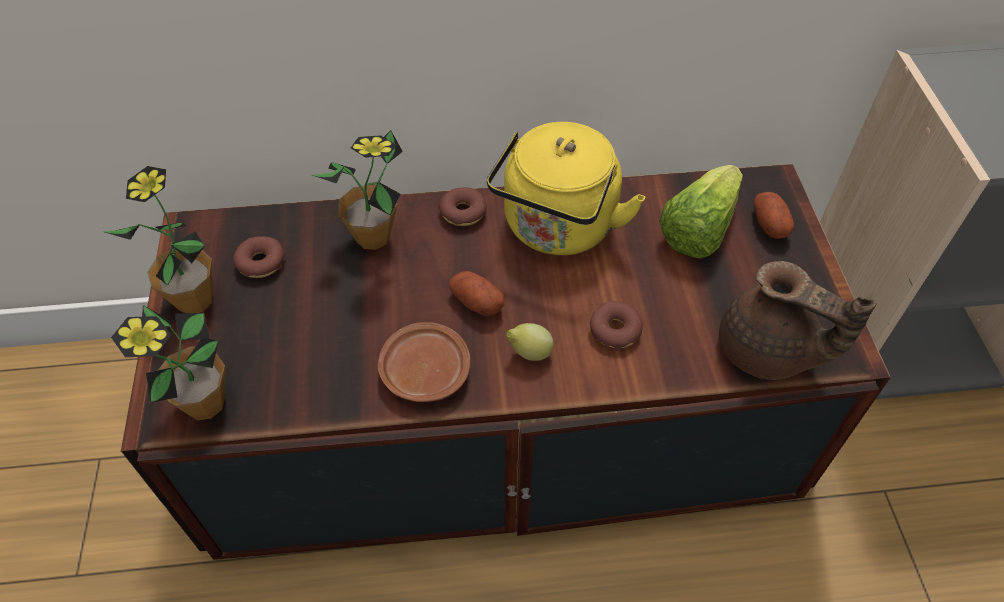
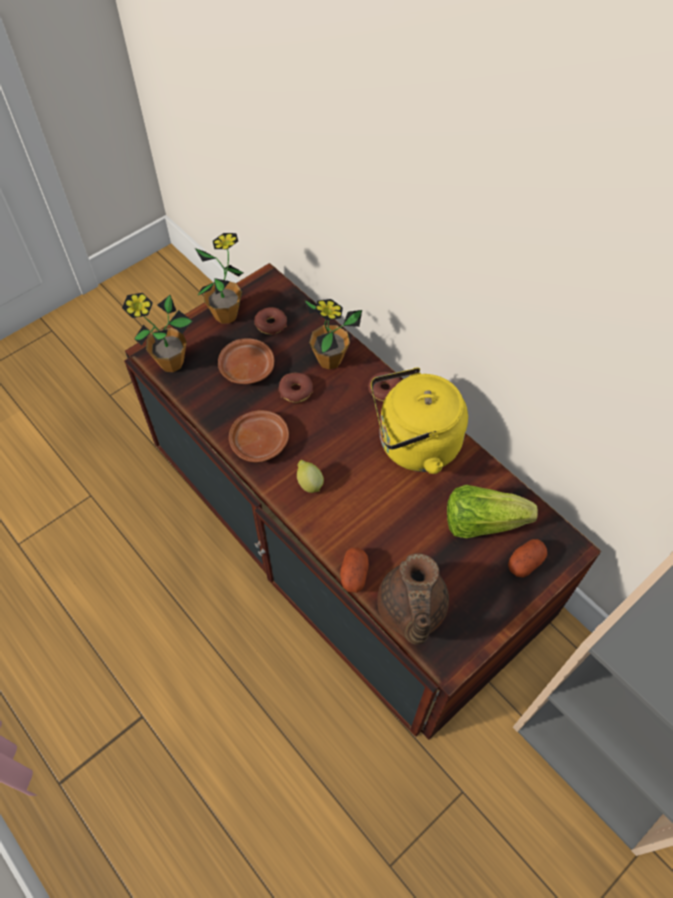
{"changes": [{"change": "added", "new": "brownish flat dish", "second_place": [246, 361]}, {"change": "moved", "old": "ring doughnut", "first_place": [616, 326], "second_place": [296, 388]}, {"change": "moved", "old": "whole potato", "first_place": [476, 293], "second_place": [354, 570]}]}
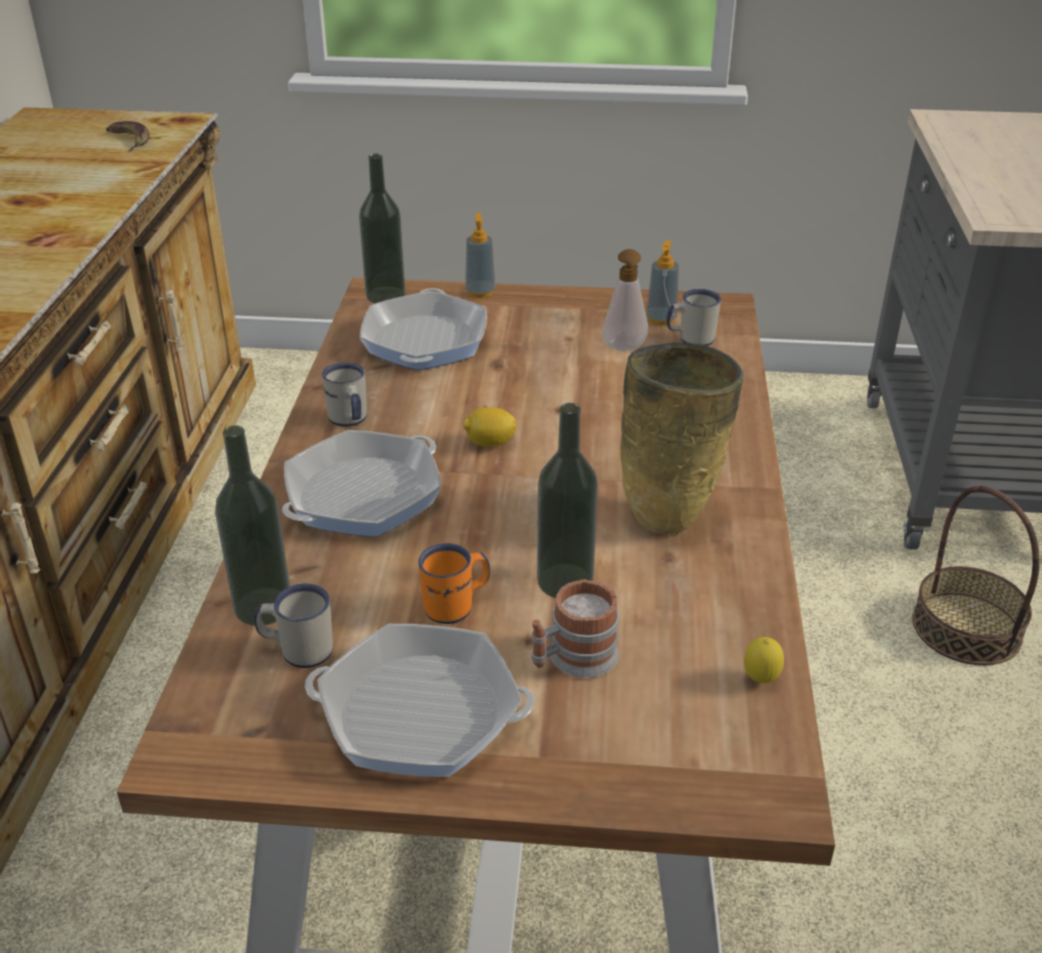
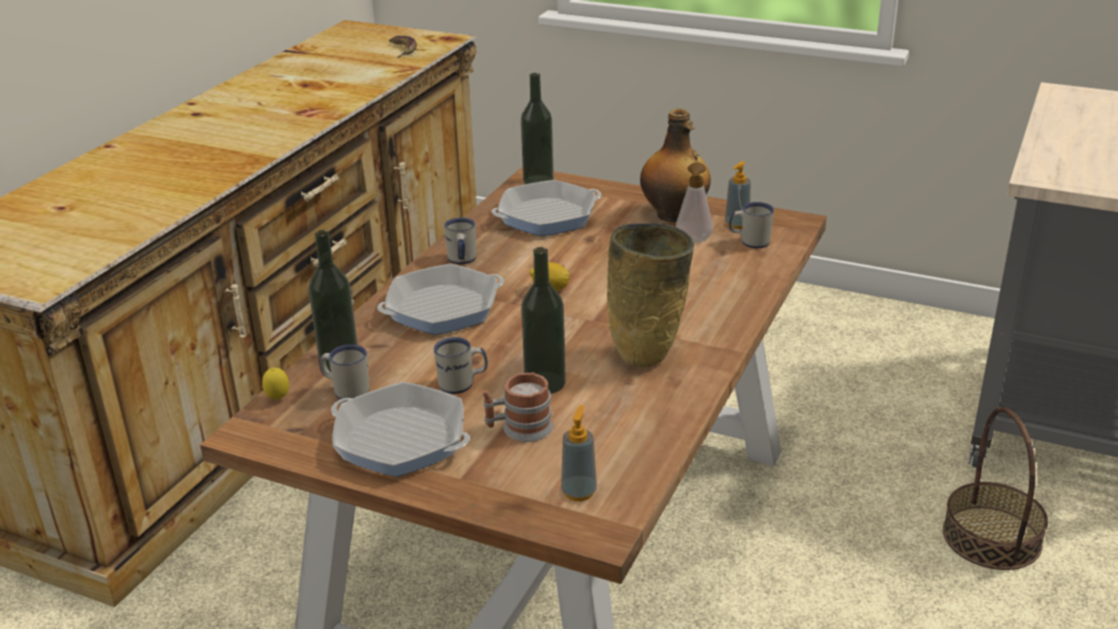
{"changes": [{"change": "moved", "old": "lemon", "first_place": [764, 660], "second_place": [275, 384]}, {"change": "recoloured", "old": "orangey tea mug", "new": "white tea mug", "first_place": [454, 583], "second_place": [460, 365]}, {"change": "turned", "old": "frying pan", "first_place": [423, 329], "second_place": [546, 208], "degrees": 45}, {"change": "moved", "old": "soap dispenser", "first_place": [480, 255], "second_place": [579, 453]}, {"change": "added", "new": "bottle", "second_place": [675, 165]}]}
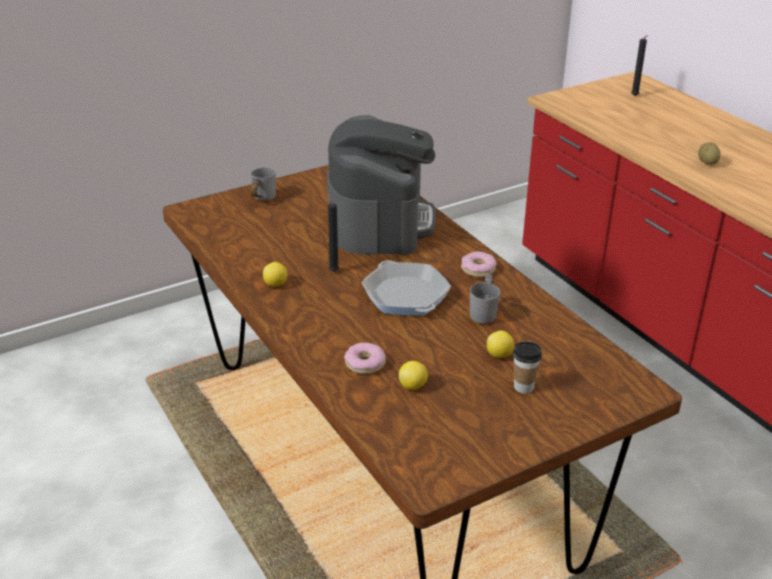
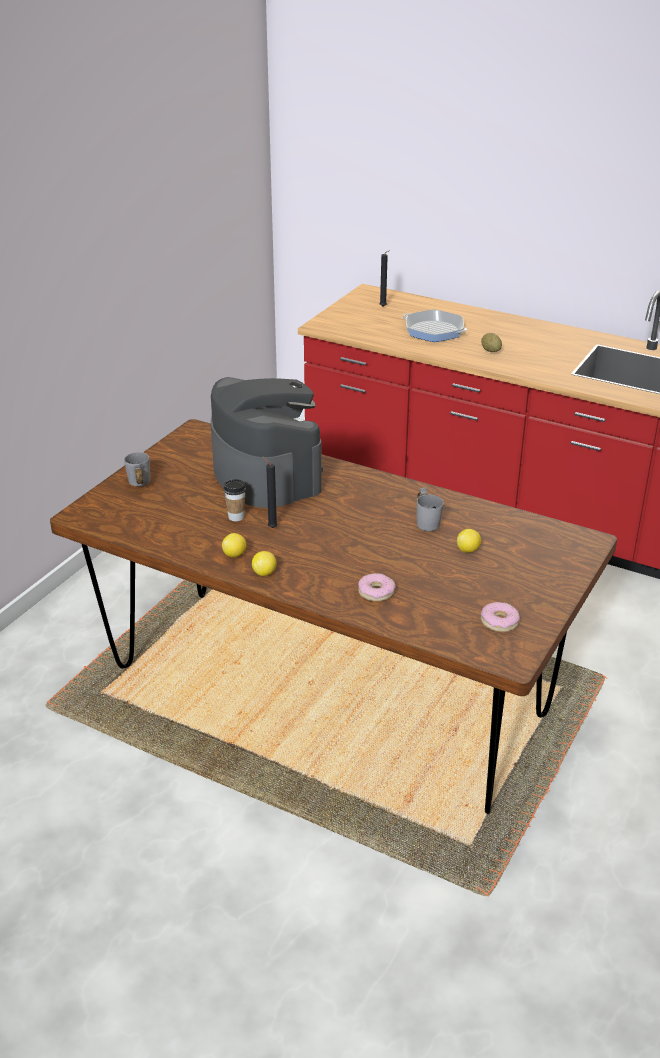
{"changes": [{"change": "moved", "old": "drinking cup", "first_place": [527, 367], "second_place": [234, 500]}, {"change": "moved", "old": "lemon", "first_place": [413, 375], "second_place": [264, 563]}, {"change": "moved", "old": "frying pan", "first_place": [406, 288], "second_place": [435, 325]}, {"change": "moved", "old": "ring doughnut", "first_place": [479, 264], "second_place": [500, 617]}]}
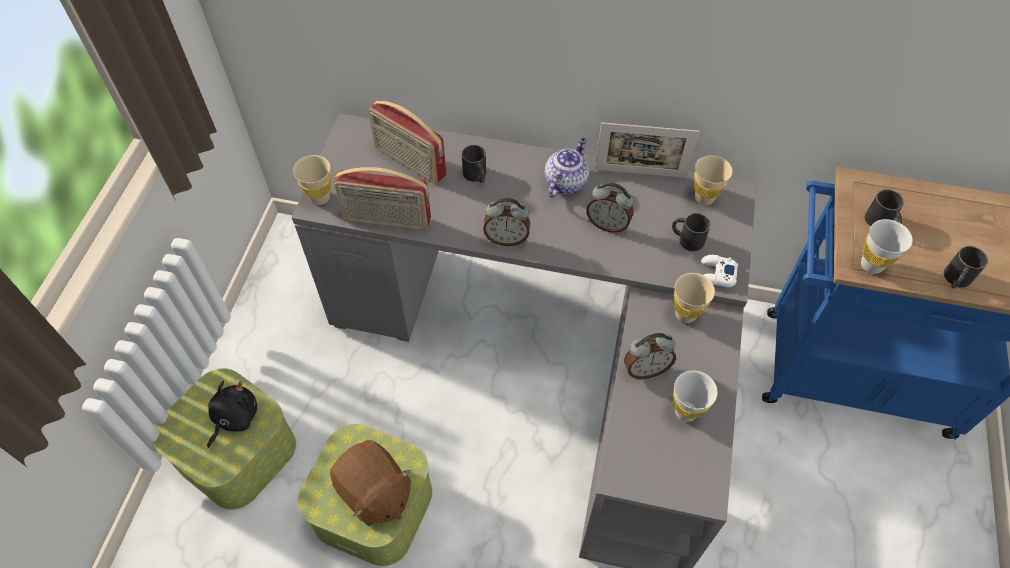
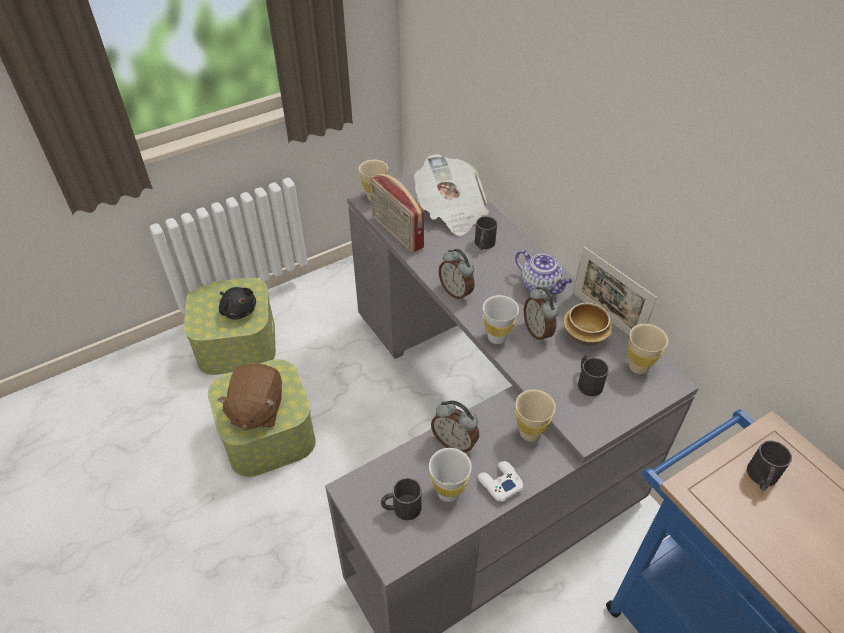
{"changes": [{"change": "turned", "old": "black plush toy", "first_place": [232, 414], "second_place": [237, 303], "degrees": 60}, {"change": "moved", "old": "black tea mug", "first_place": [966, 267], "second_place": [401, 499]}, {"change": "replaced", "old": "radio receiver", "new": "printed paper", "first_place": [407, 142], "second_place": [451, 195]}, {"change": "moved", "old": "white gamepad", "first_place": [719, 271], "second_place": [500, 481]}, {"change": "moved", "old": "white drinking cup", "first_place": [887, 246], "second_place": [501, 319]}, {"change": "turned", "old": "tea pot", "first_place": [566, 168], "second_place": [543, 272], "degrees": 60}, {"change": "added", "new": "bowl", "second_place": [588, 324]}]}
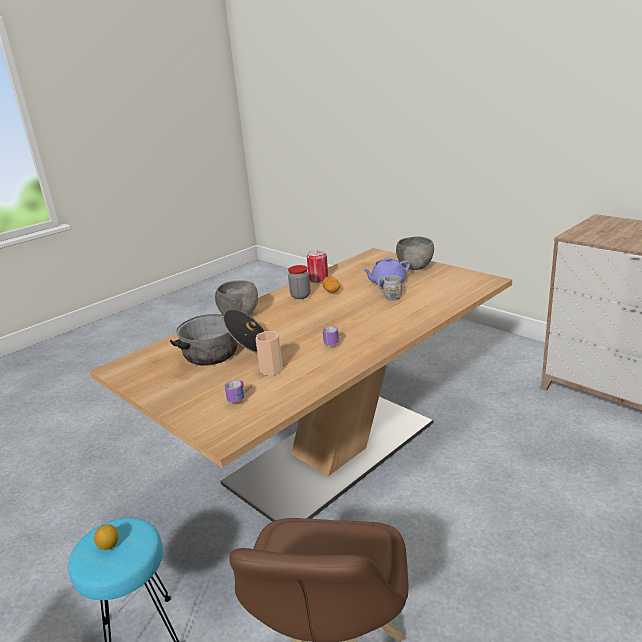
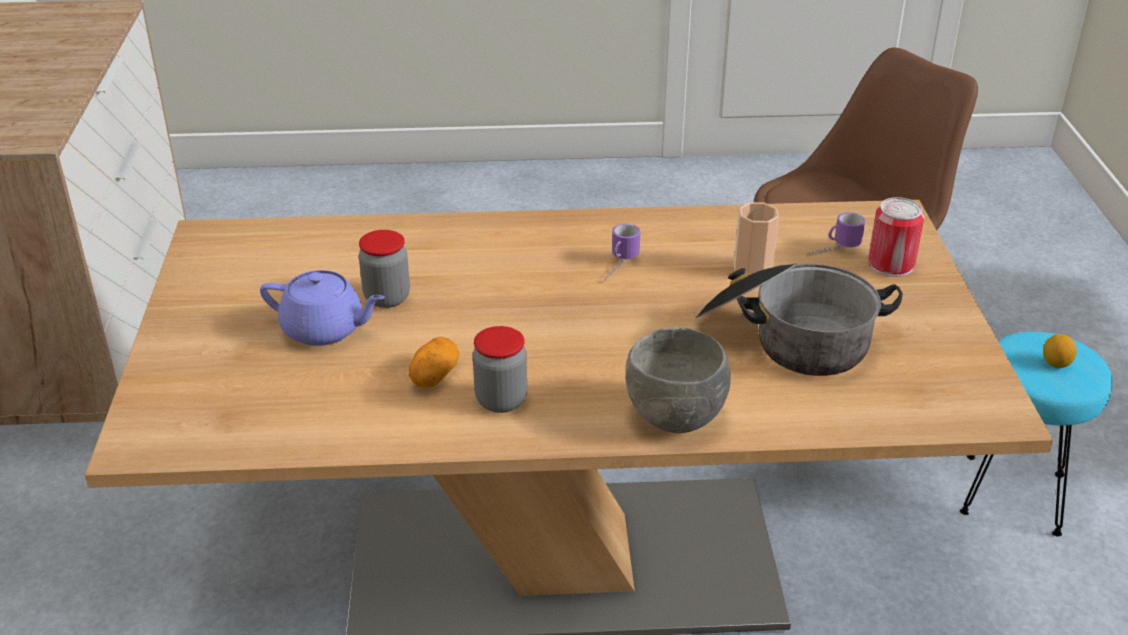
{"changes": [{"change": "replaced", "old": "grey tea mug", "new": "preserve jar", "first_place": [390, 288], "second_place": [384, 269]}, {"change": "moved", "old": "can", "first_place": [317, 266], "second_place": [896, 237]}, {"change": "removed", "old": "grey bowl", "first_place": [415, 253]}]}
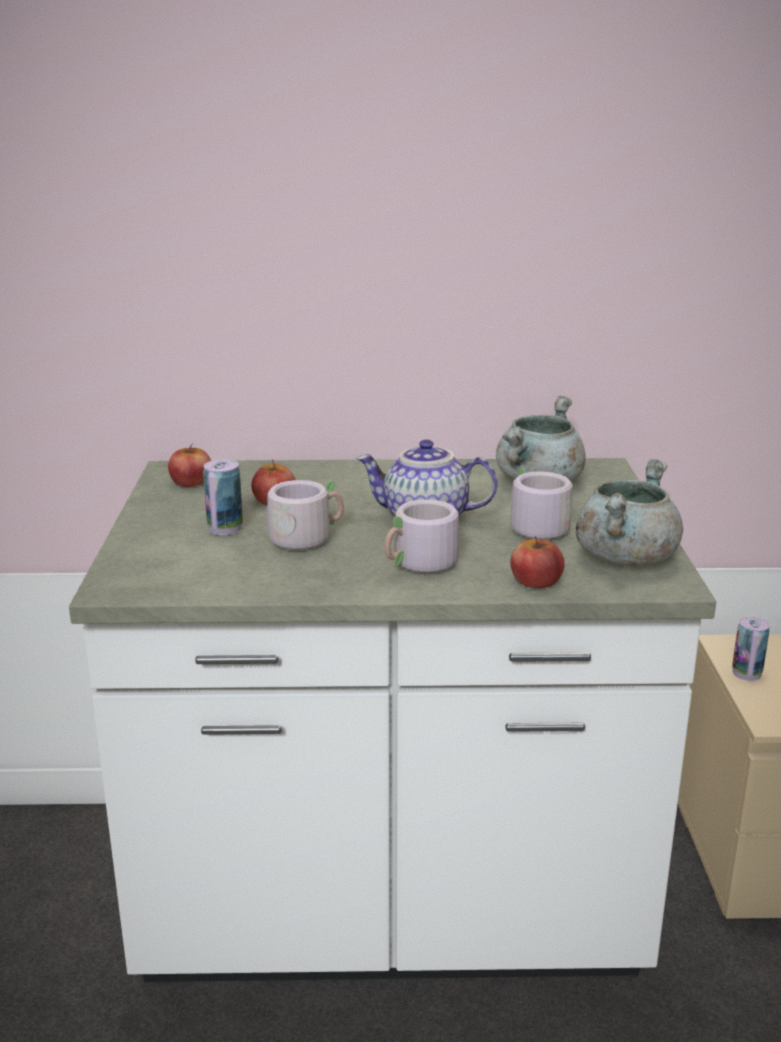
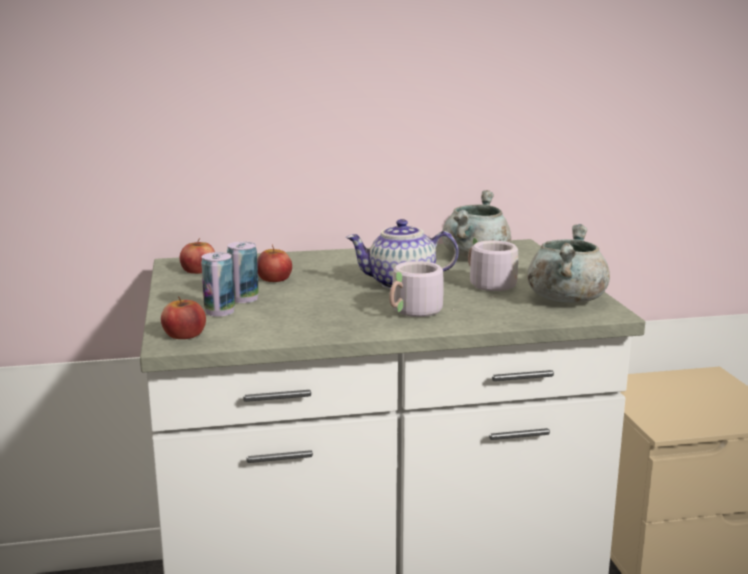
{"changes": [{"change": "moved", "old": "apple fruit", "first_place": [537, 562], "second_place": [183, 317]}, {"change": "moved", "old": "can", "first_place": [751, 649], "second_place": [218, 284]}, {"change": "removed", "old": "grey tea mug", "first_place": [300, 515]}]}
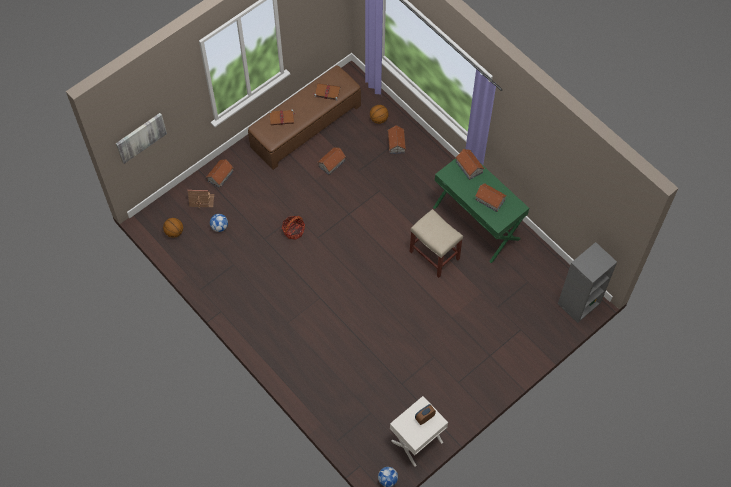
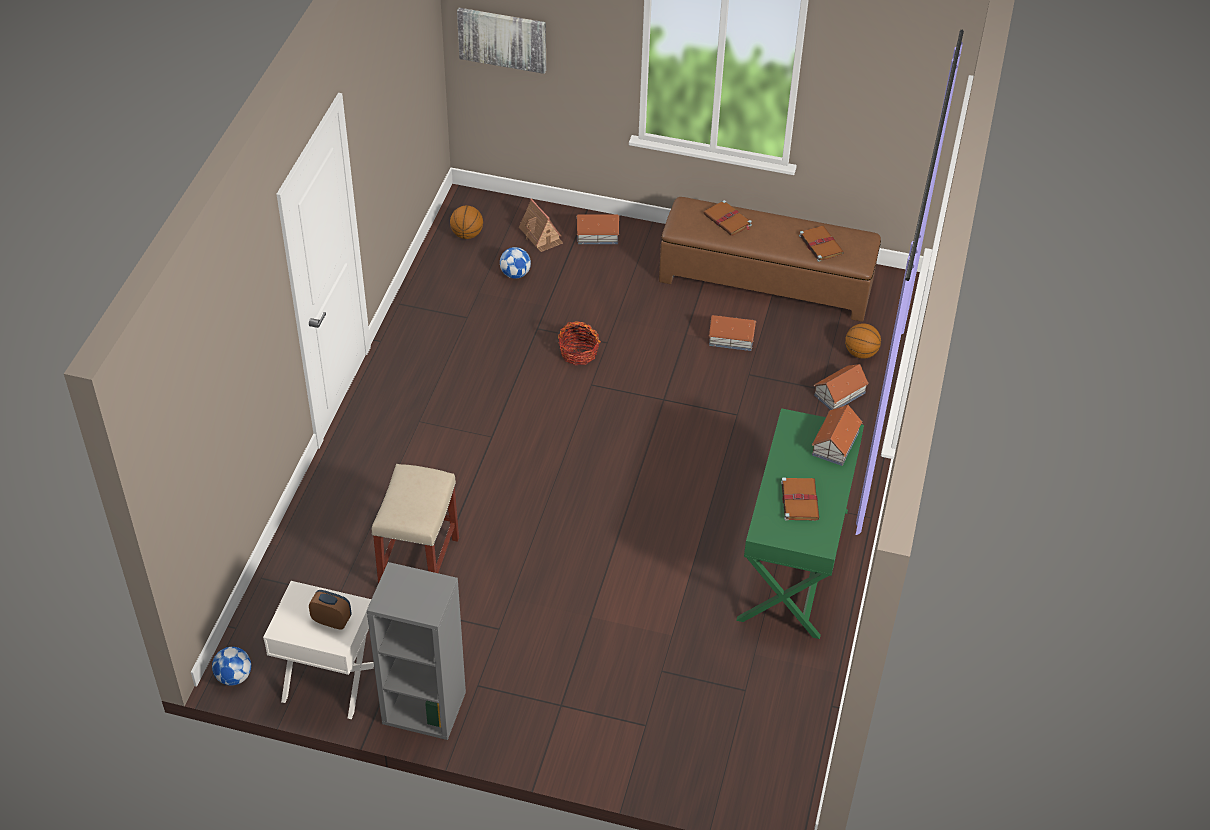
{"changes": [{"change": "moved", "old": "grey bookshelf", "first_place": [587, 282], "second_place": [416, 651]}, {"change": "moved", "old": "sand-coloured sitting stool", "first_place": [436, 243], "second_place": [415, 523]}, {"change": "replaced", "old": "toy house", "new": "brownish book", "first_place": [490, 197], "second_place": [800, 499]}]}
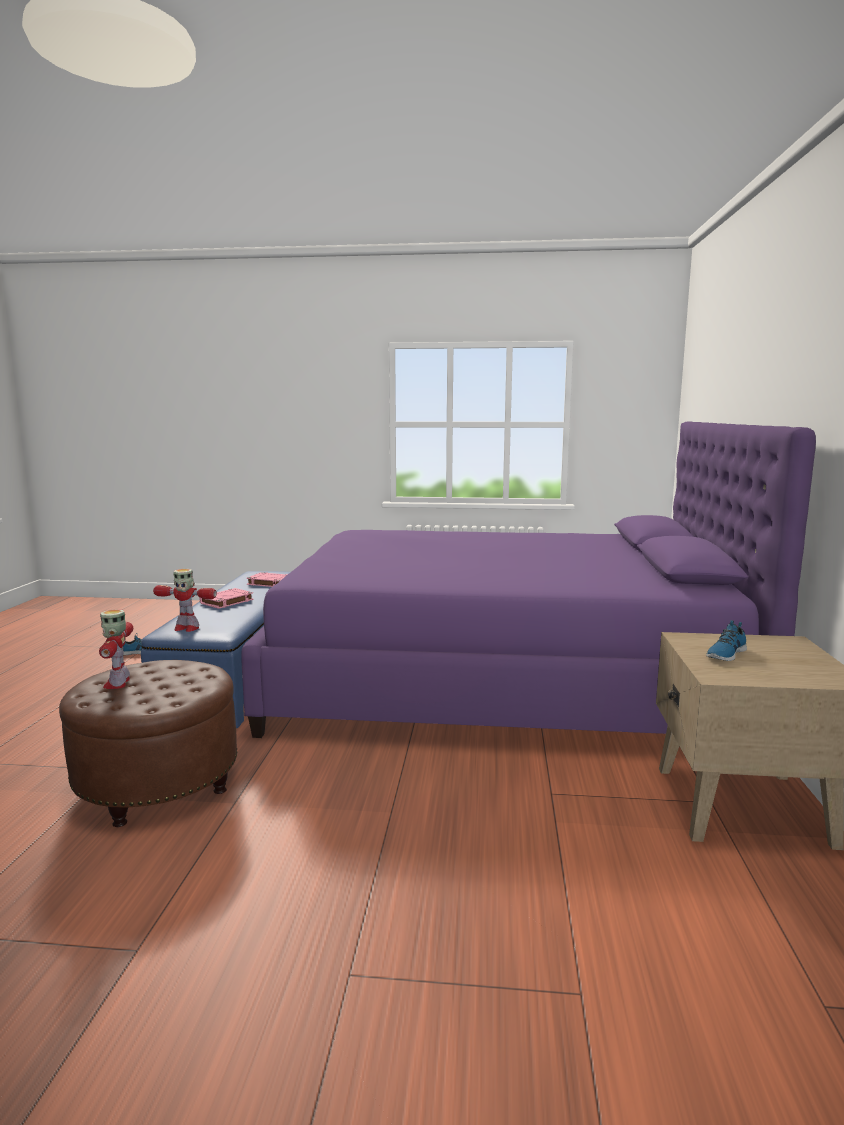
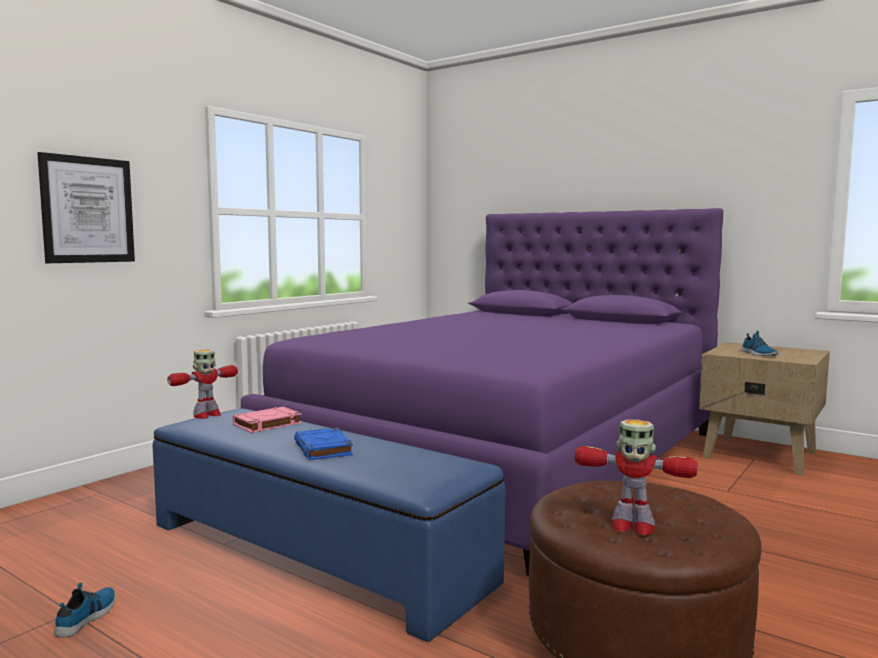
{"changes": [{"change": "added", "new": "wall picture", "second_place": [86, 207]}, {"change": "moved", "old": "robot figure", "first_place": [185, 600], "second_place": [202, 384]}, {"change": "recoloured", "old": "pinkish book", "new": "blue book", "first_place": [227, 598], "second_place": [323, 444]}]}
